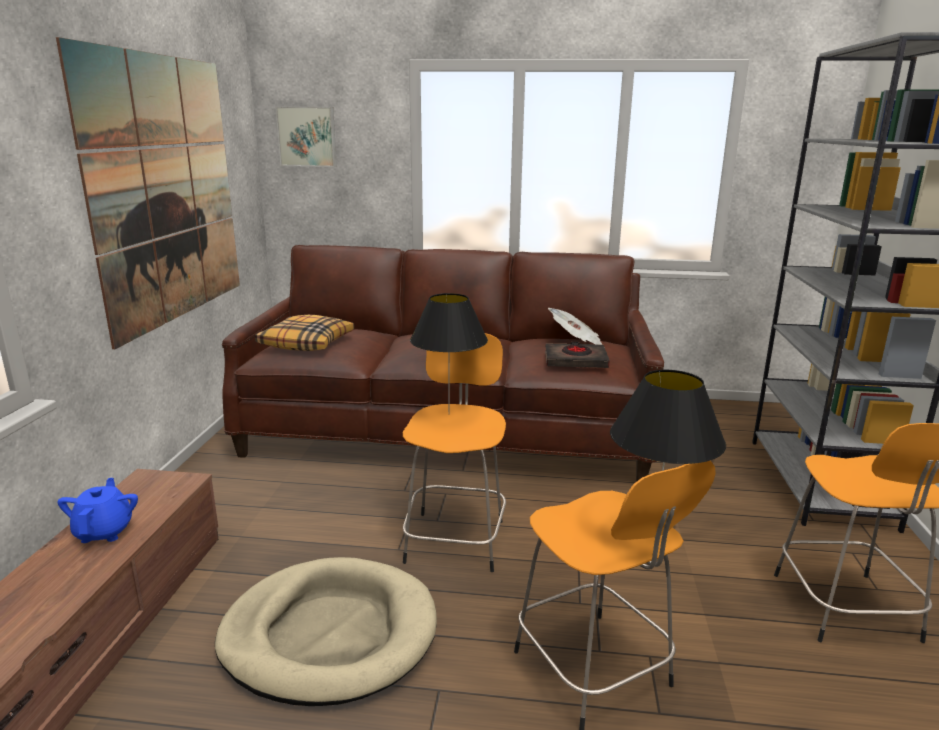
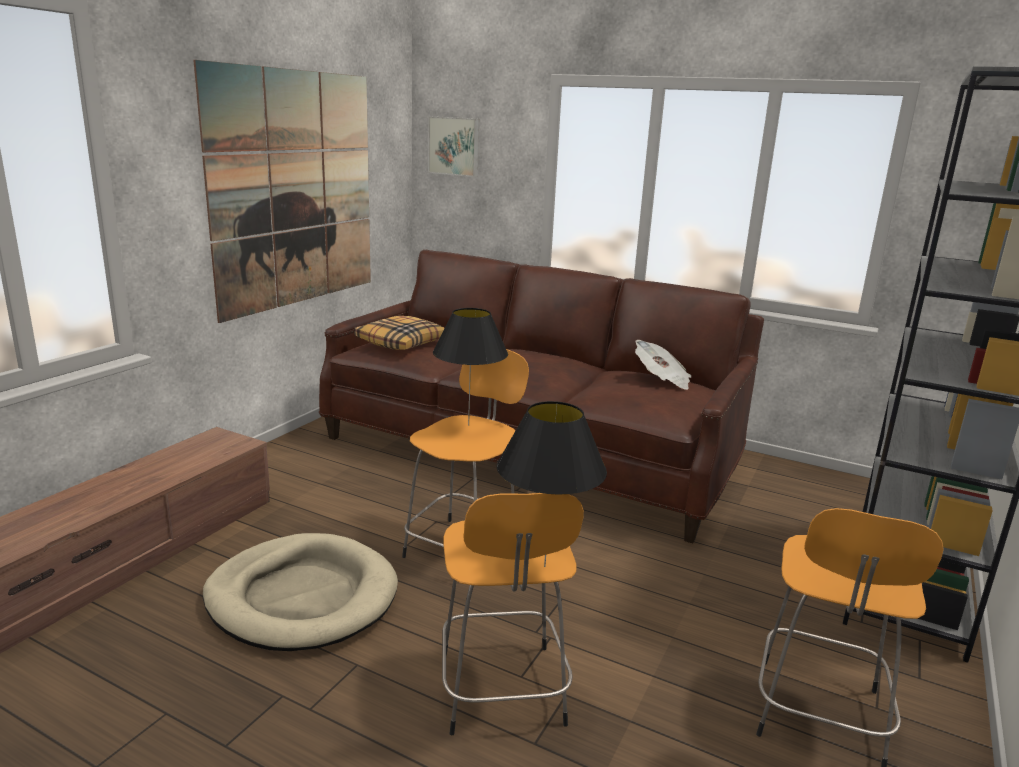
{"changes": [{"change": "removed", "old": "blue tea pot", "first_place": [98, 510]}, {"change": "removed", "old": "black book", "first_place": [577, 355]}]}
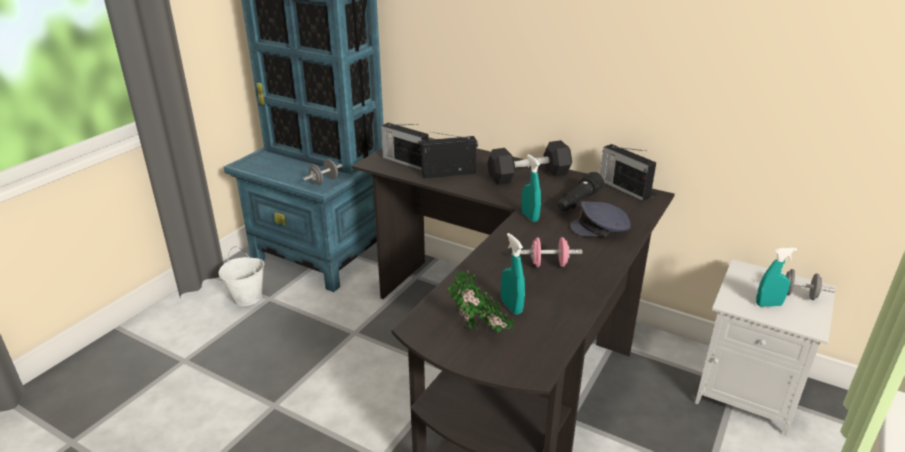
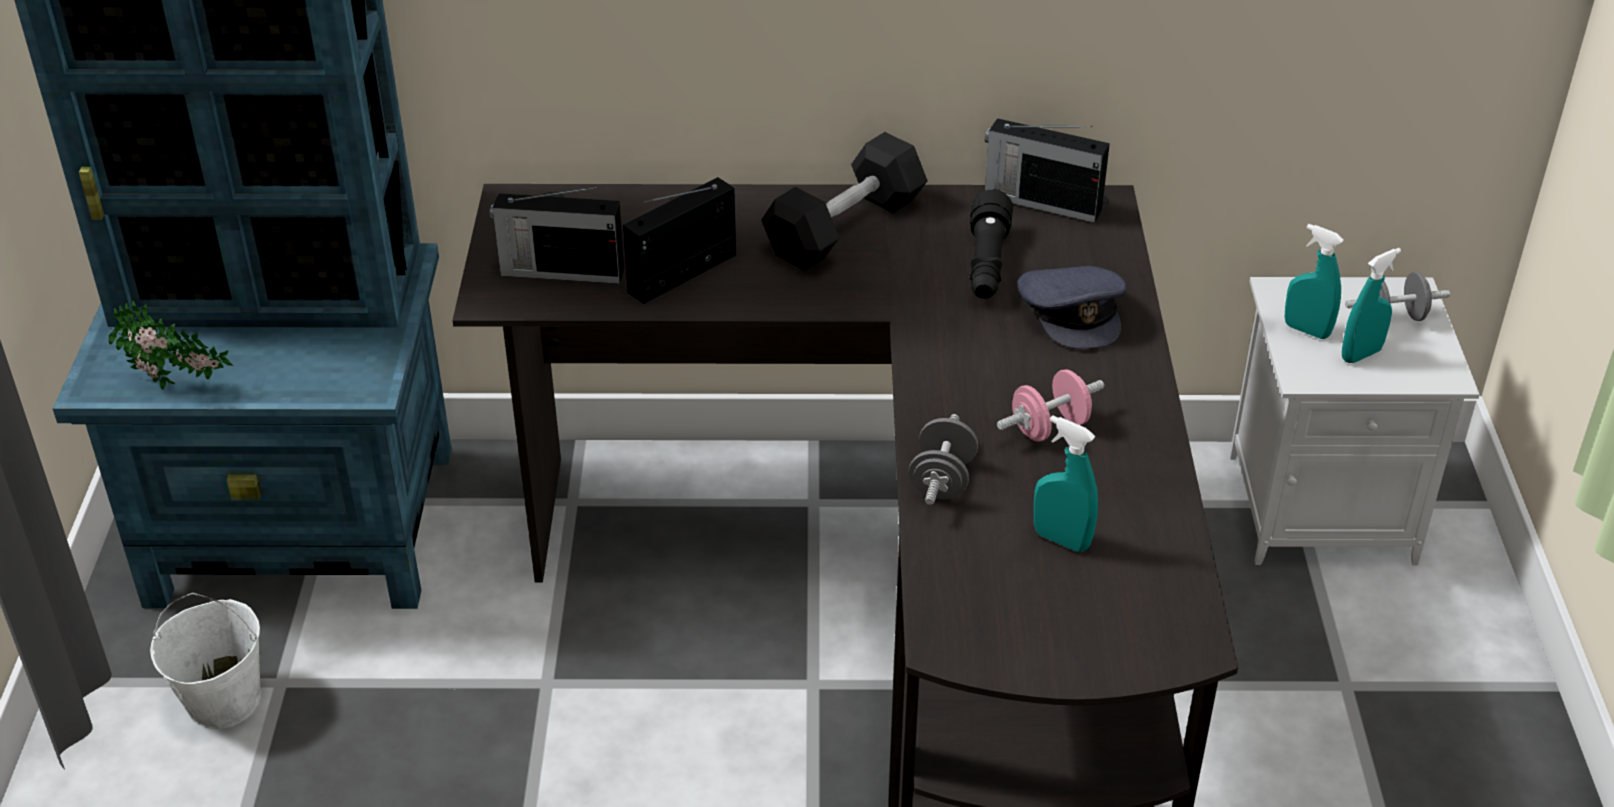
{"changes": [{"change": "moved", "old": "houseplant", "first_place": [481, 301], "second_place": [171, 345]}, {"change": "moved", "old": "grey dumbbell", "first_place": [323, 172], "second_place": [943, 459]}, {"change": "turned", "old": "grey cap", "first_place": [600, 219], "second_place": [1072, 307], "degrees": -75}, {"change": "moved", "old": "turquoise-coloured sprayer", "first_place": [531, 188], "second_place": [1314, 281]}]}
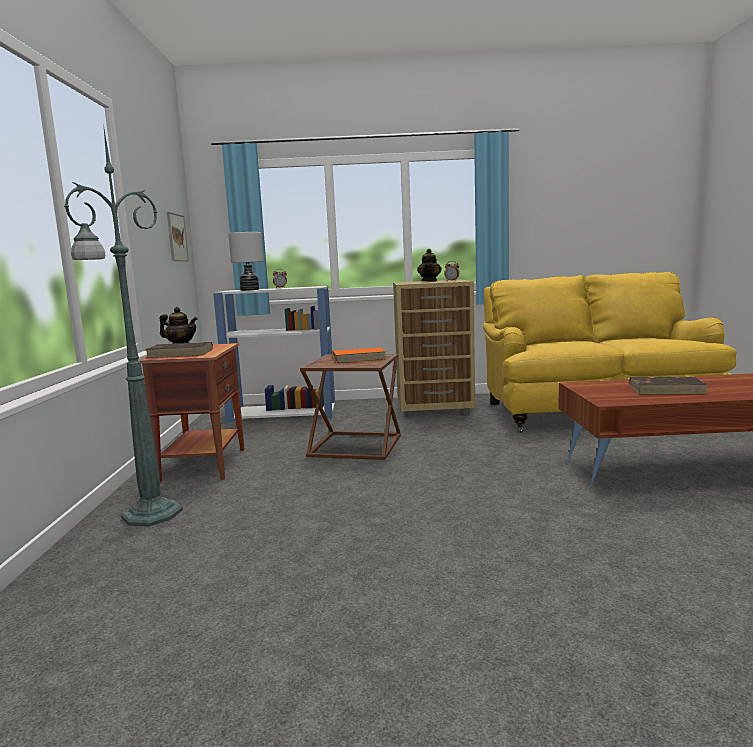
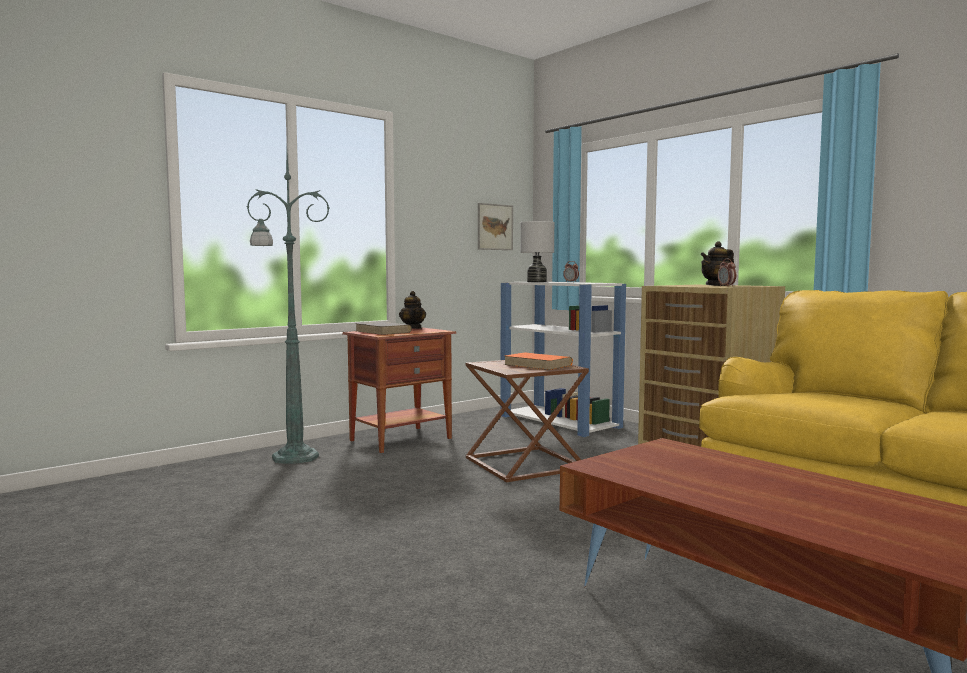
{"changes": [{"change": "removed", "old": "brownish book", "first_place": [668, 386]}]}
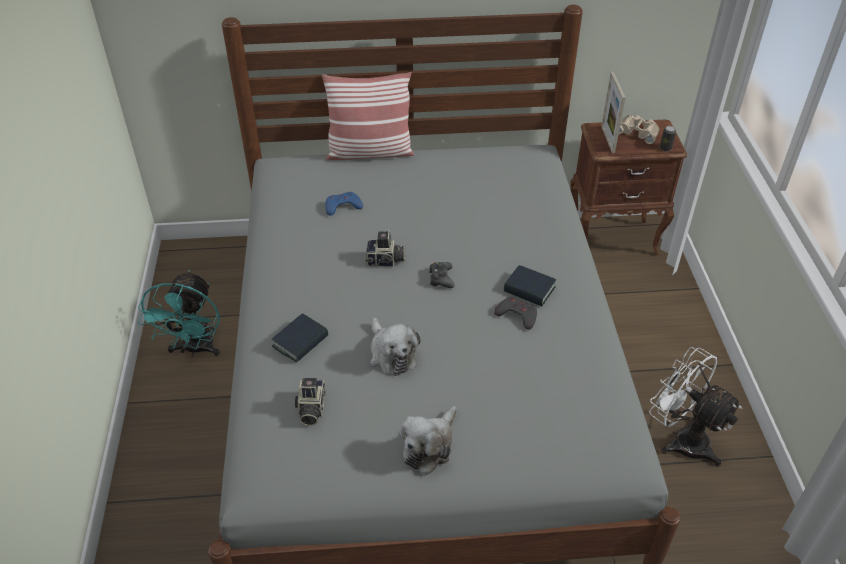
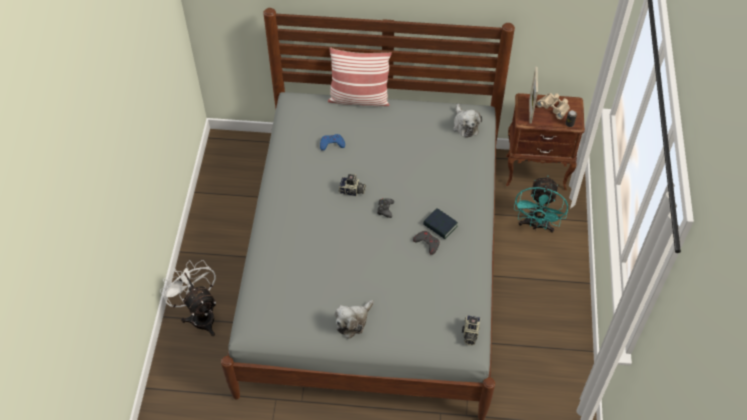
{"changes": [{"change": "moved", "old": "white cooling fan", "first_place": [695, 407], "second_place": [188, 298]}, {"change": "moved", "old": "plush toy", "first_place": [395, 346], "second_place": [467, 121]}, {"change": "moved", "old": "photo camera", "first_place": [310, 402], "second_place": [471, 330]}, {"change": "moved", "old": "turquoise-coloured cooling fan", "first_place": [179, 313], "second_place": [541, 204]}, {"change": "removed", "old": "book", "first_place": [300, 338]}]}
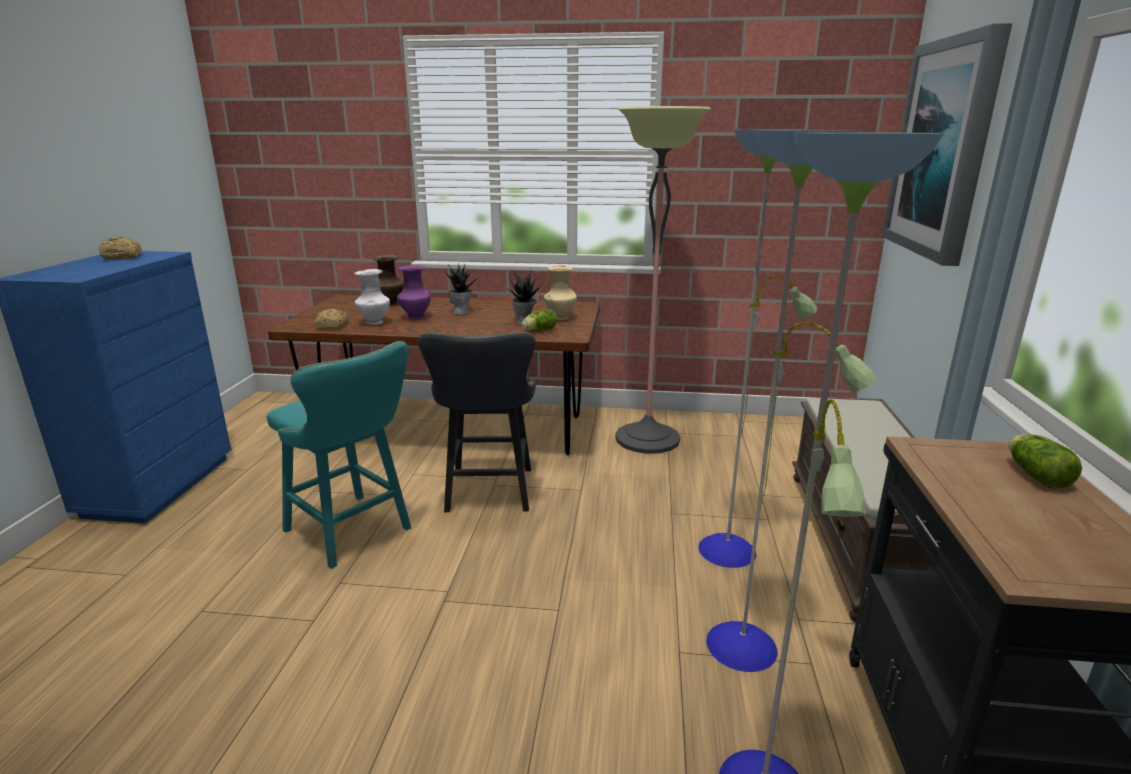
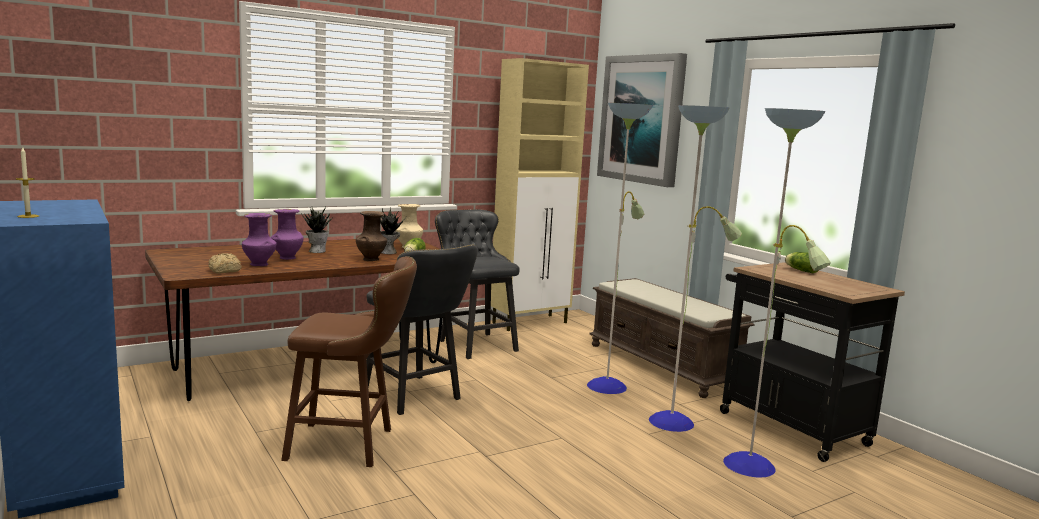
{"changes": [{"change": "added", "new": "candle", "second_place": [27, 182]}, {"change": "recoloured", "old": "white decorative vase", "new": "purplish decorative vase", "first_place": [372, 297], "second_place": [259, 239]}, {"change": "recoloured", "old": "turquoise-coloured sitting stool", "new": "brownish sitting stool", "first_place": [339, 455], "second_place": [349, 361]}, {"change": "moved", "old": "brownish decorative vase", "first_place": [388, 280], "second_place": [371, 236]}, {"change": "replaced", "old": "standing lamp", "new": "grey sitting stool", "first_place": [663, 280], "second_place": [477, 284]}, {"change": "added", "new": "sand-coloured cupboard", "second_place": [540, 194]}, {"change": "removed", "old": "baked bread", "first_place": [120, 248]}]}
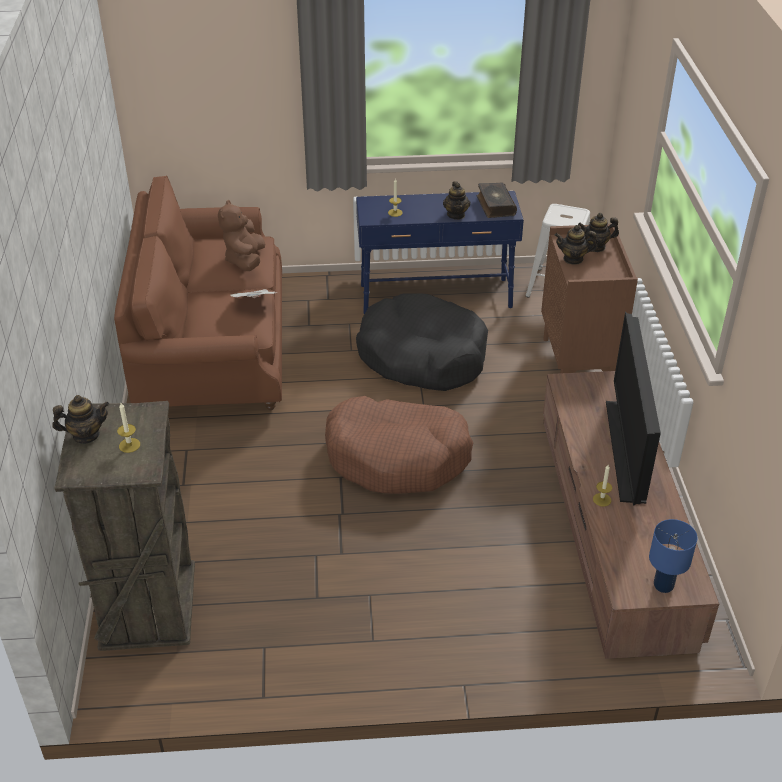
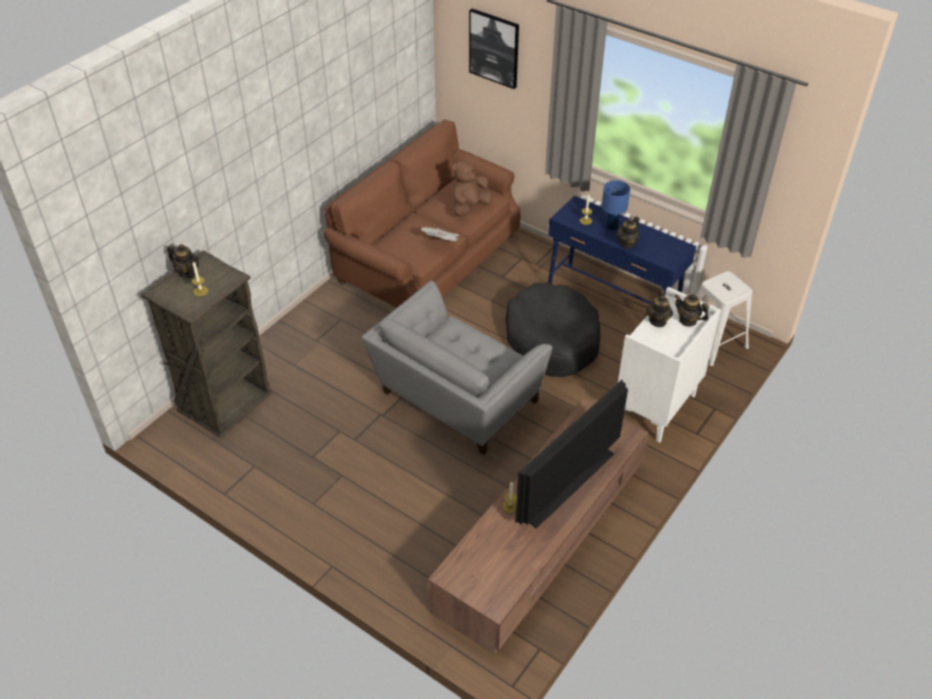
{"changes": [{"change": "replaced", "old": "brownish pet bed", "new": "grey armchair", "first_place": [399, 445], "second_place": [457, 368]}, {"change": "added", "new": "wall picture", "second_place": [494, 49]}, {"change": "moved", "old": "blue table lamp", "first_place": [673, 556], "second_place": [616, 205]}, {"change": "recoloured", "old": "brownish cupboard", "new": "white cupboard", "first_place": [589, 299], "second_place": [669, 364]}, {"change": "turned", "old": "tea pot", "first_place": [576, 245], "second_place": [659, 308], "degrees": -120}, {"change": "removed", "old": "book", "first_place": [497, 200]}]}
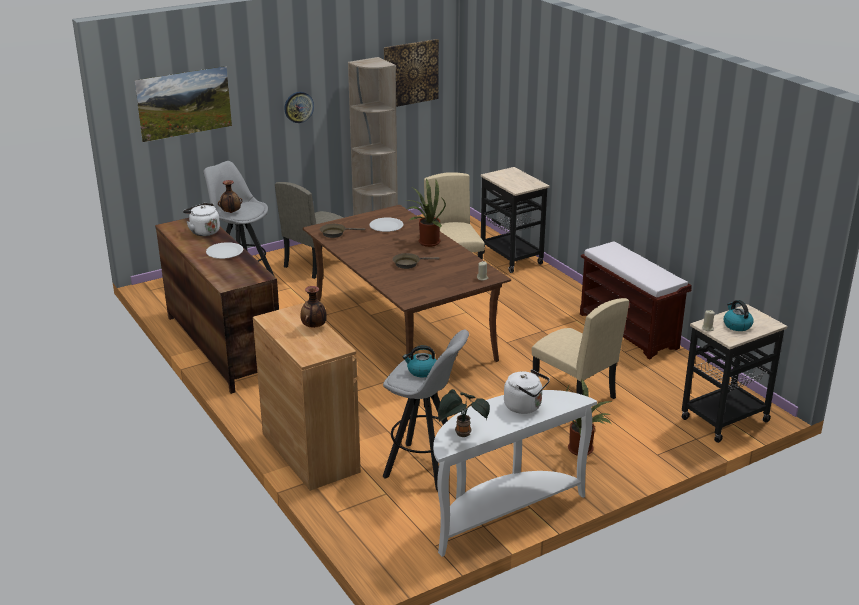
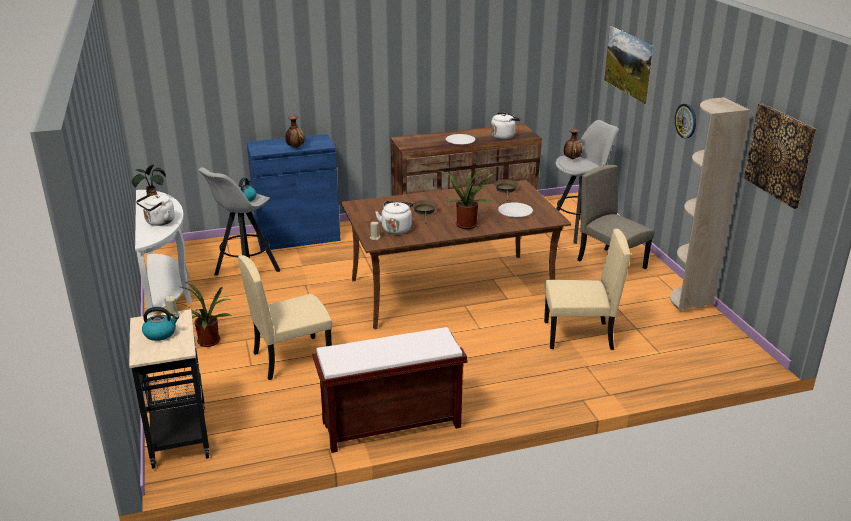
{"changes": [{"change": "recoloured", "old": "brownish cupboard", "new": "blue cupboard", "first_place": [307, 397], "second_place": [294, 192]}, {"change": "added", "new": "white kettle", "second_place": [394, 217]}, {"change": "removed", "old": "wheeled cart", "first_place": [515, 220]}]}
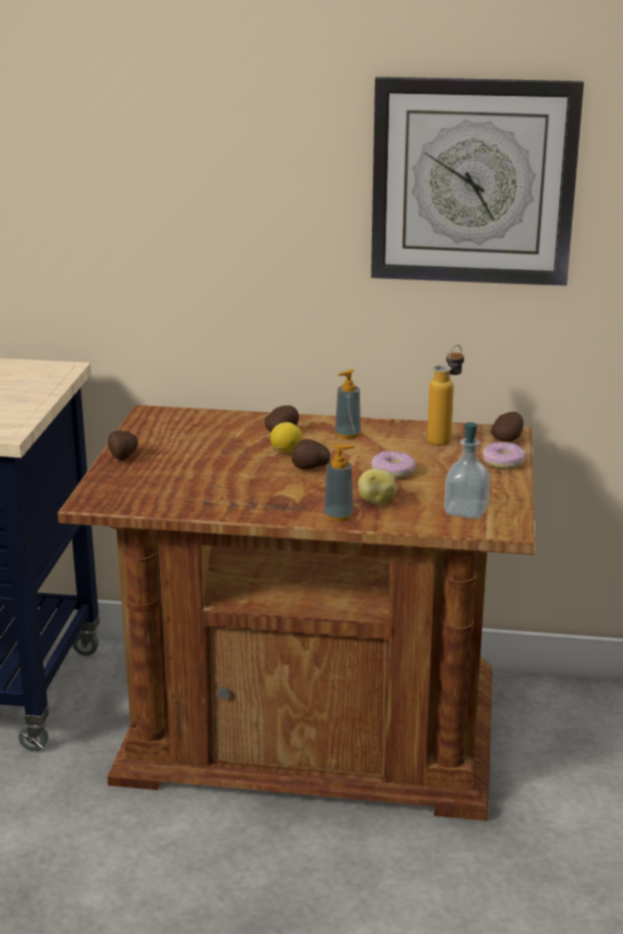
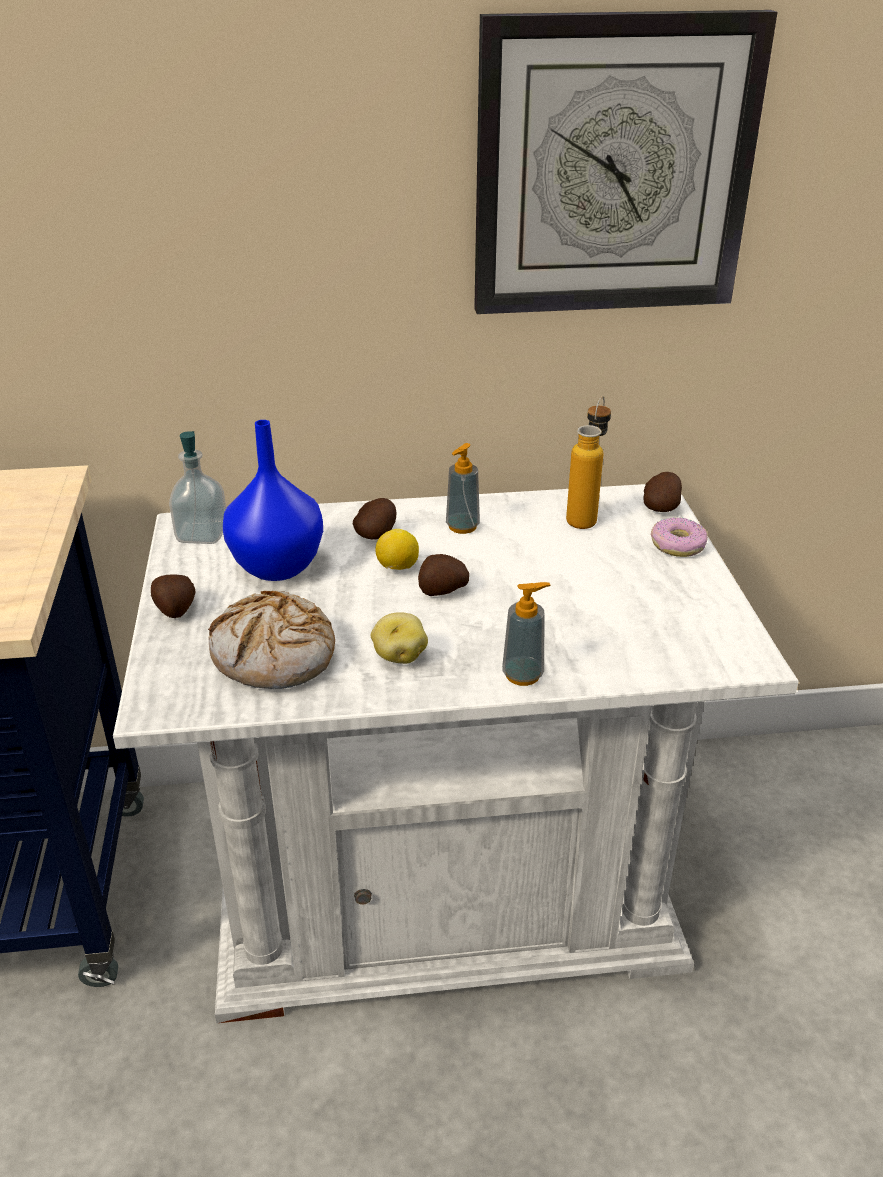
{"changes": [{"change": "recoloured", "old": "brownish cupboard", "new": "white cupboard", "first_place": [296, 613], "second_place": [455, 753]}, {"change": "moved", "old": "soap dispenser", "first_place": [467, 470], "second_place": [197, 487]}, {"change": "added", "new": "baked bread", "second_place": [271, 640]}, {"change": "added", "new": "blue decorative vase", "second_place": [273, 500]}, {"change": "moved", "old": "whole potato", "first_place": [377, 487], "second_place": [399, 638]}, {"change": "removed", "old": "ring doughnut", "first_place": [393, 465]}]}
